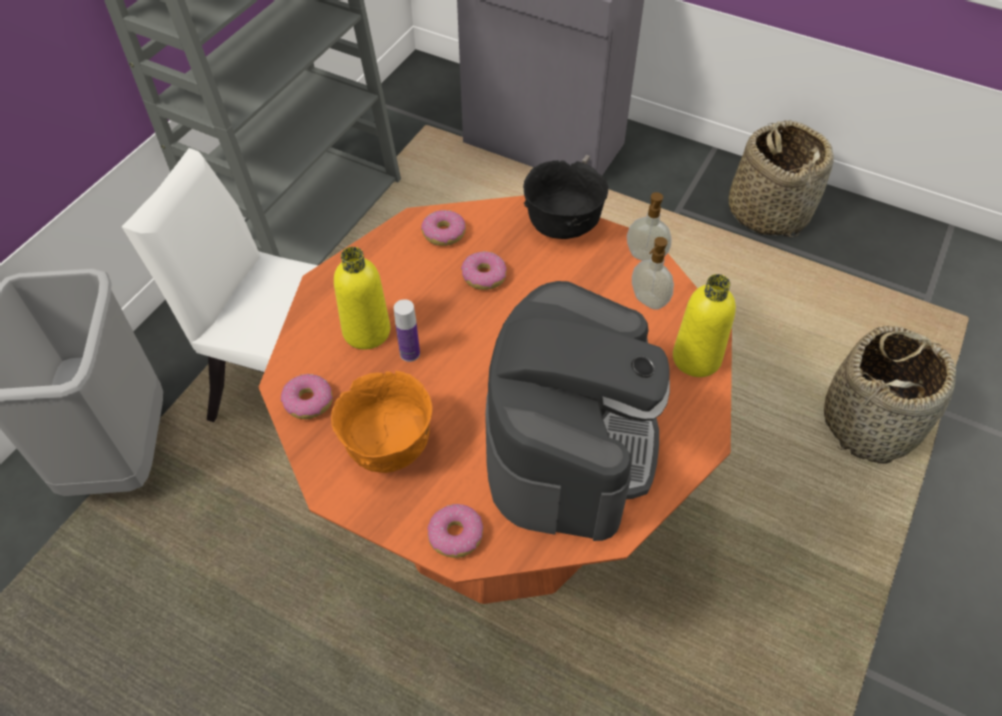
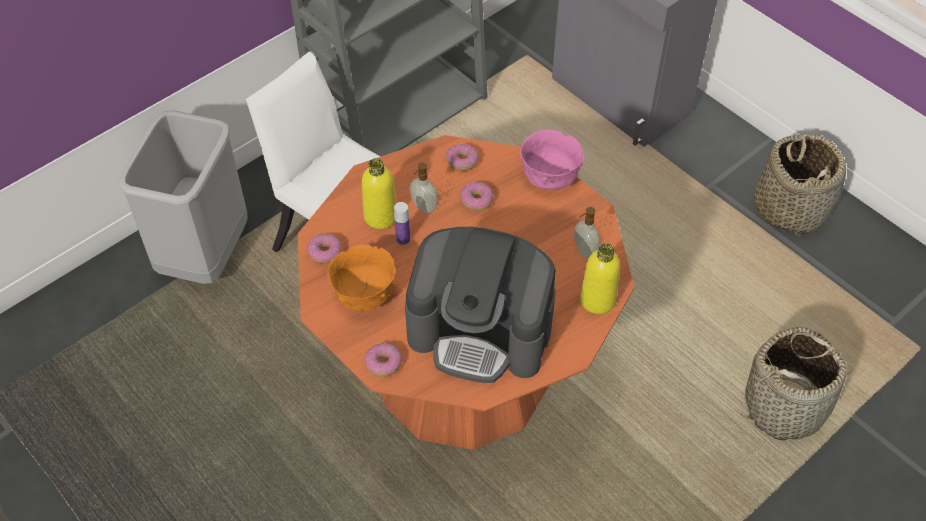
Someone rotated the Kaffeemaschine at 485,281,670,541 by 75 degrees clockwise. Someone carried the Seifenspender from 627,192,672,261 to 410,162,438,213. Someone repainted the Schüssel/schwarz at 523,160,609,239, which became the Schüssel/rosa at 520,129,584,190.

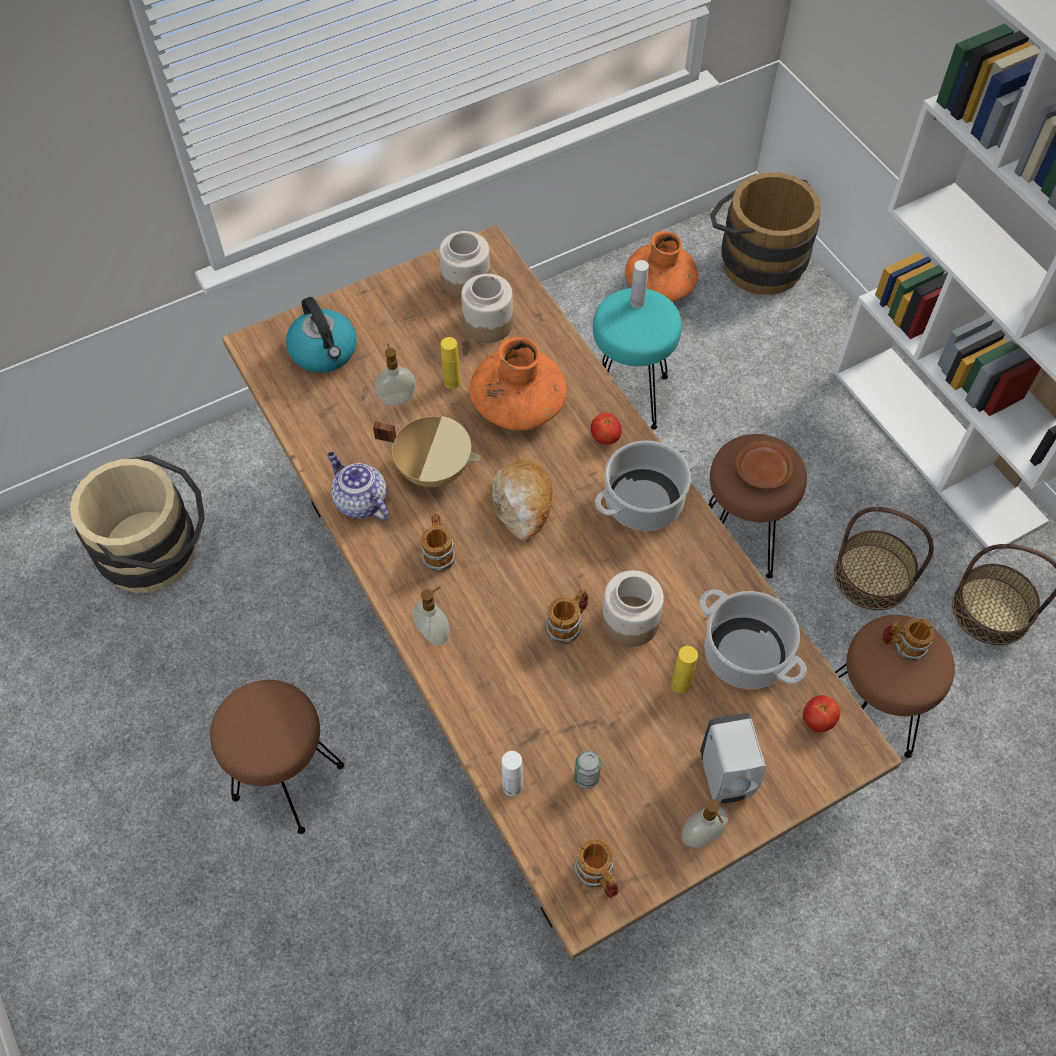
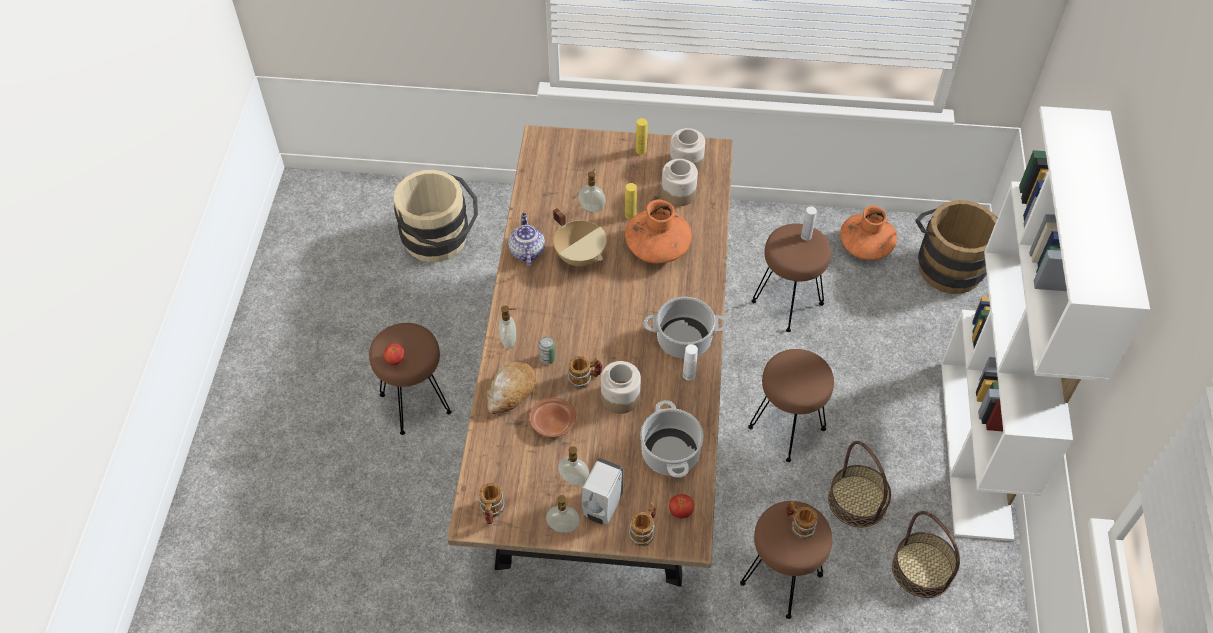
Someone carried the Tomate from 591,413,622,444 to 383,344,404,365. Someone carried the Brot from 492,460,553,541 to 487,362,536,414. Someone carried the Teller/braun from 736,441,793,489 to 529,398,576,437. Someone carried the Dose from 574,751,601,789 to 539,337,555,364. Someone put down the Seifenspender at 558,446,589,486. Someone carried the Henkelbecher from 421,511,456,573 to 628,503,656,547. Someone carried the Flasche/gelb from 671,646,698,694 to 636,118,647,154. Someone carried the Flasche/weiß from 502,751,523,796 to 683,344,698,380. Someone repainted the Hocker/türkis at 593,288,682,429, which became the Hocker/braun at 751,223,831,332. Someone took away the Wasserkessel at 286,297,357,373.

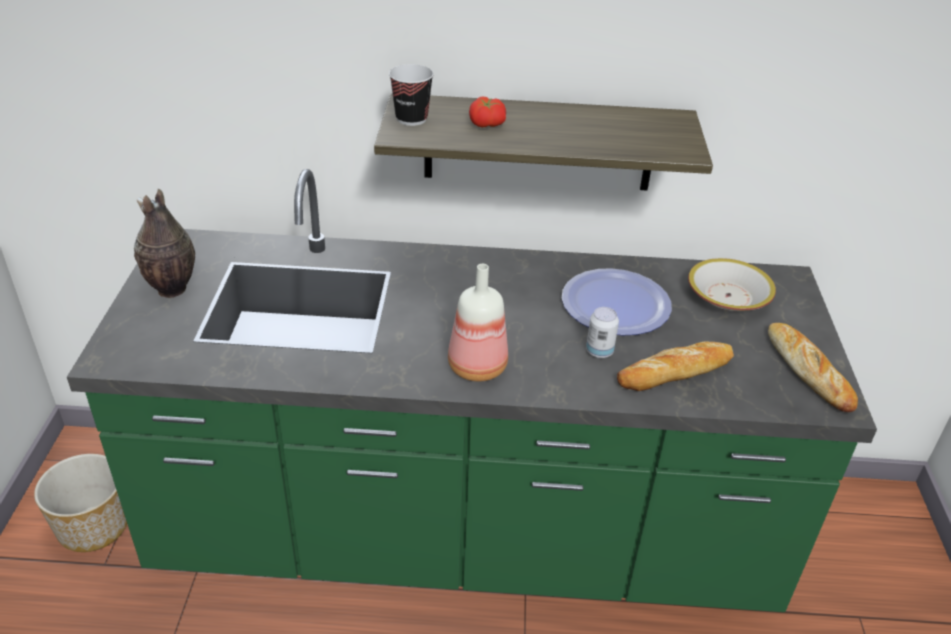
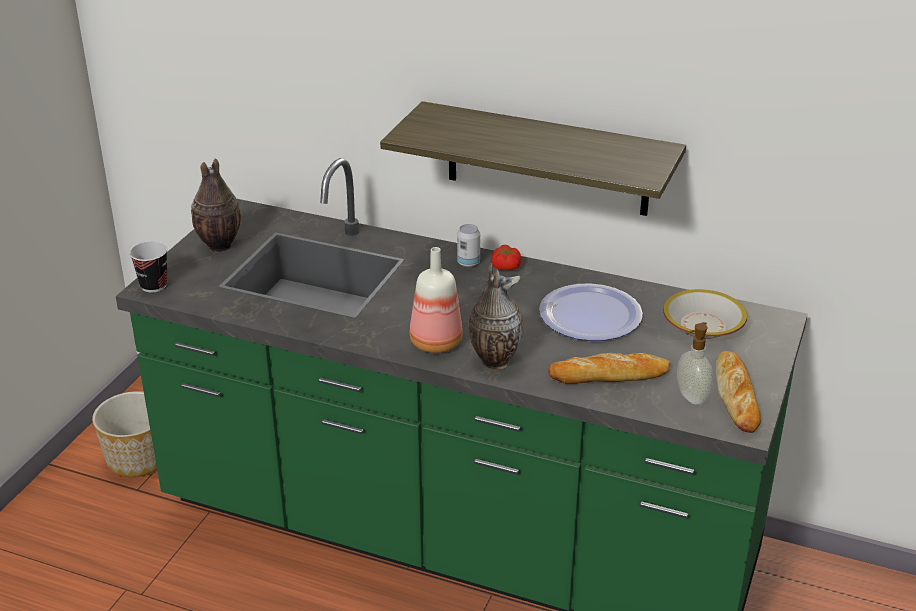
Someone carried the Tasse from 389,64,434,126 to 130,241,167,292. Someone carried the Dose from 586,307,619,358 to 457,224,480,267. Someone put down the Vase at 469,263,523,370. Someone carried the Tomate from 469,96,506,128 to 491,245,522,270. Someone put down the Seifenspender at 677,323,713,405.

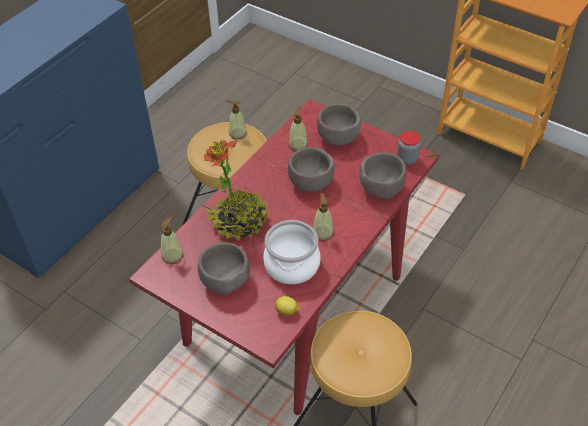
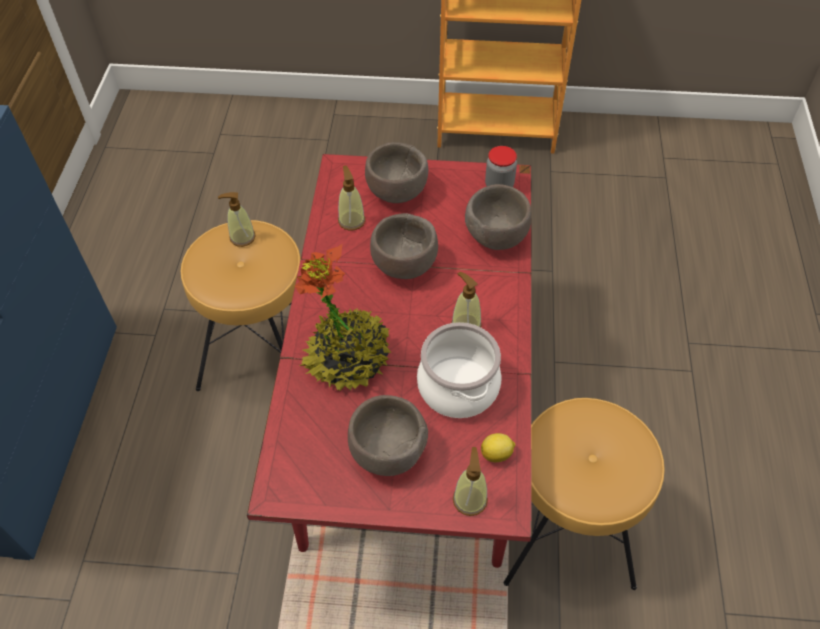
Someone carried the Seifenspender from 161,217,183,264 to 453,447,488,516.

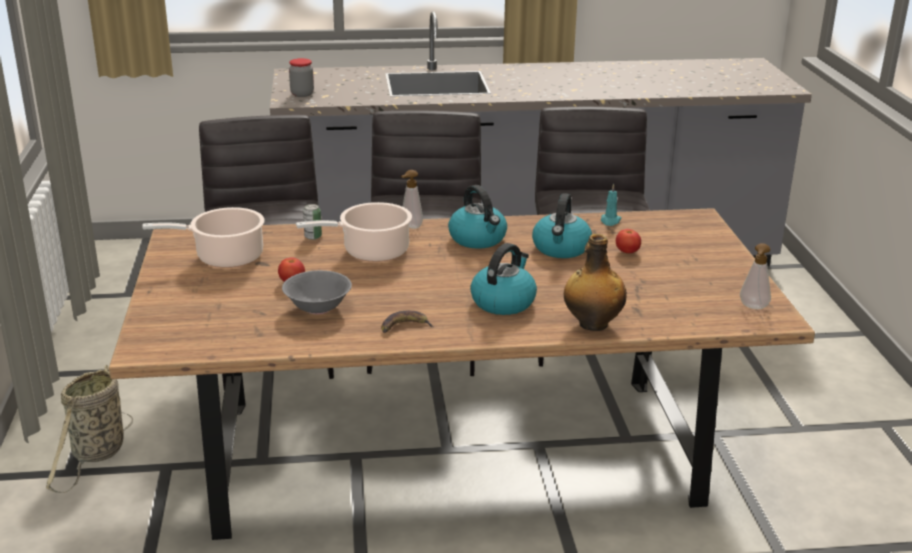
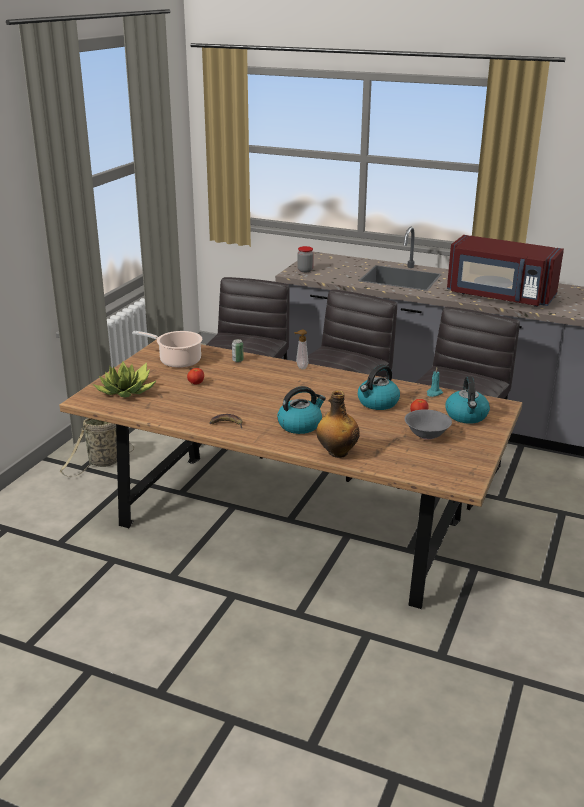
Someone put down the Topfpflanze at 93,362,157,398. Someone carried the Schüssel/grau from 282,270,352,314 to 405,409,452,440. Someone carried the Wasserkessel from 448,185,507,249 to 446,376,490,424. Someone put down the Mikrowelle/rot at 447,235,564,307. Someone took away the Kochtopf at 296,202,412,262. Someone took away the Seifenspender at 740,243,771,309.

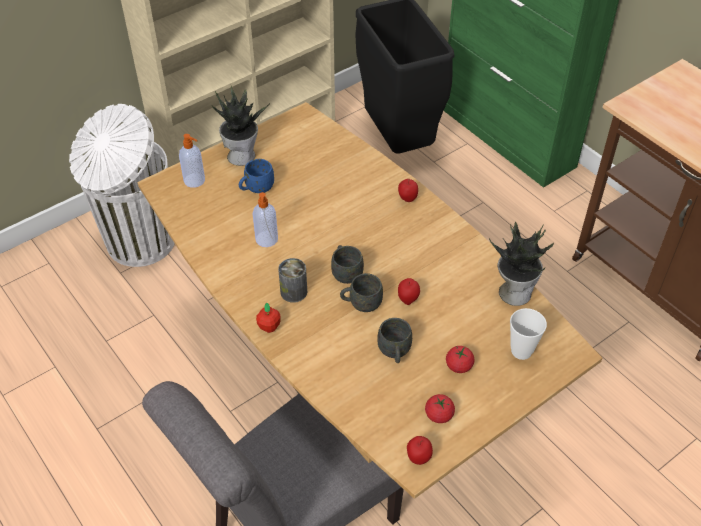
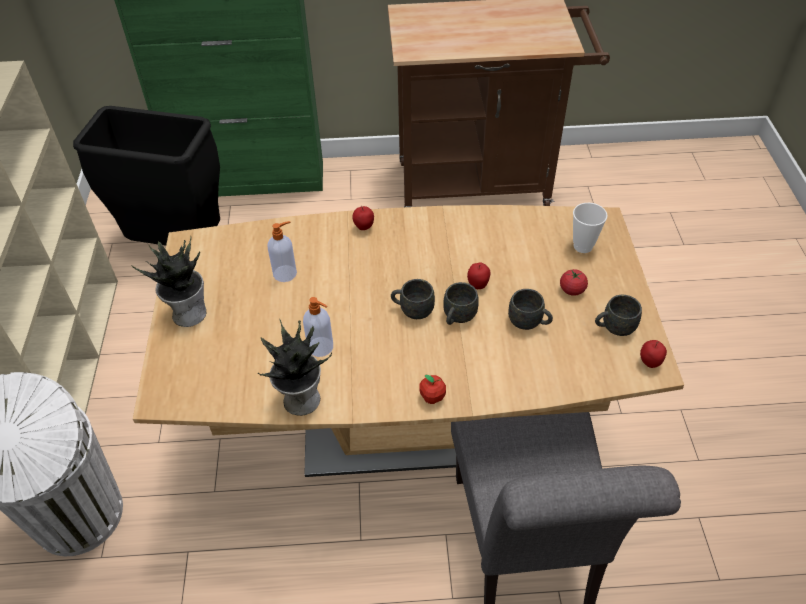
Someone carried the Topfpflanze from 489,222,554,306 to 257,318,332,416. Someone carried the Seifenspender from 179,134,205,188 to 267,221,297,282. Someone swapped the Tomate at 425,394,455,423 for the Henkelbecher/grau at 595,295,642,336. Someone took away the Henkelbecher/blau at 239,159,274,193. Someone took away the Dose at 278,258,307,303.

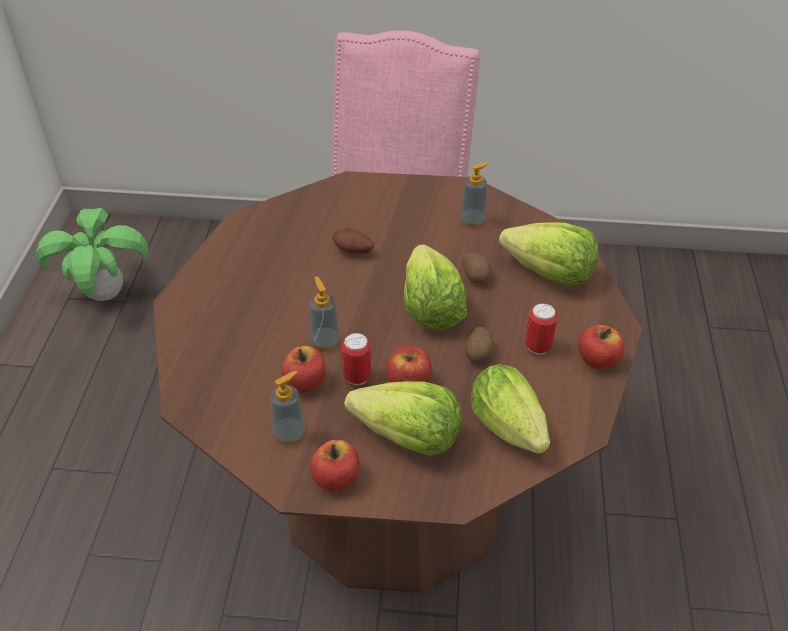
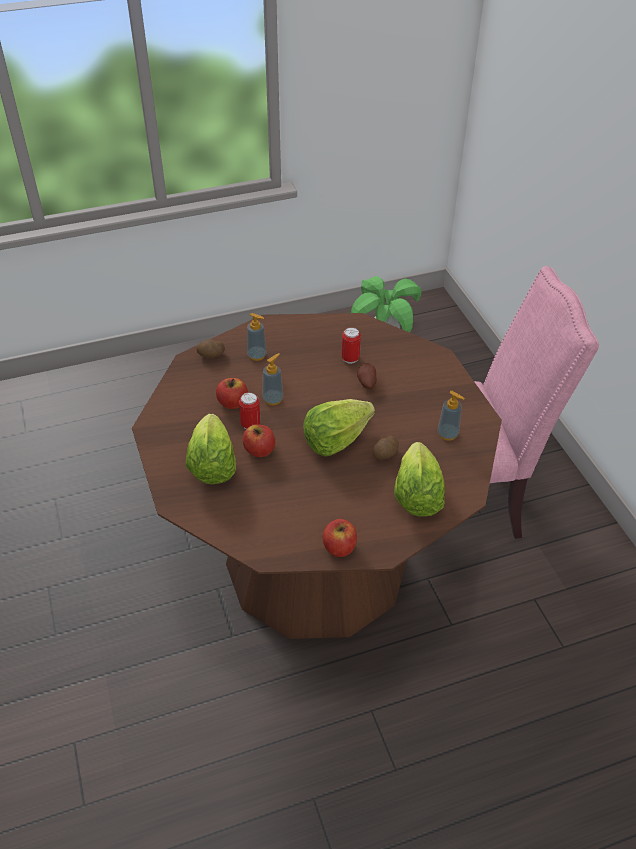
Someone carried the Kartoffel from 465,327,495,363 to 196,339,225,358. Someone carried the Seifenspender from 271,371,305,444 to 247,313,267,361. Someone carried the Dose from 525,303,558,355 to 341,327,361,364. Someone took away the Apfel at 310,439,359,491. Someone took away the Salatkopf at 471,364,550,454.

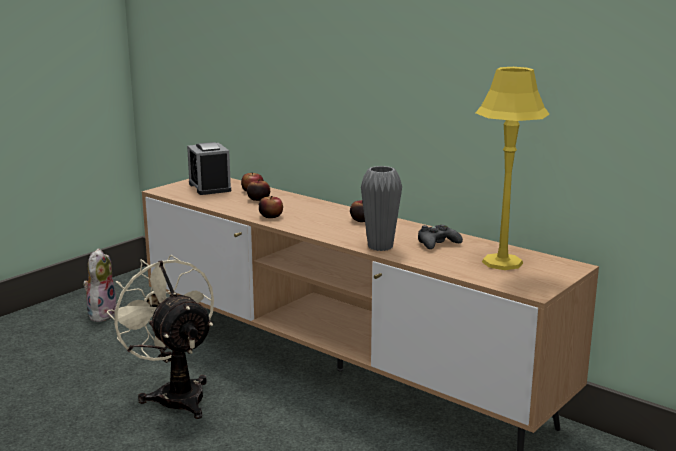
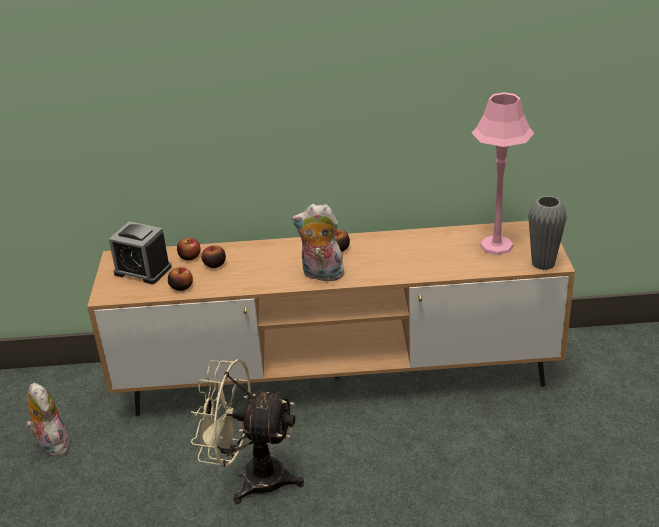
Someone carried the Apfel from 259,196,283,218 to 168,267,193,291. Someone put down the Plüschtier at 292,204,344,281. Someone repainted the Tischlampe/gelb at 475,67,549,270, which became the Tischlampe/rosa at 472,92,534,255. Someone carried the Vase/grau from 361,166,402,251 to 528,196,567,270. Someone took away the Gamepad/schwarz at 418,225,463,249.

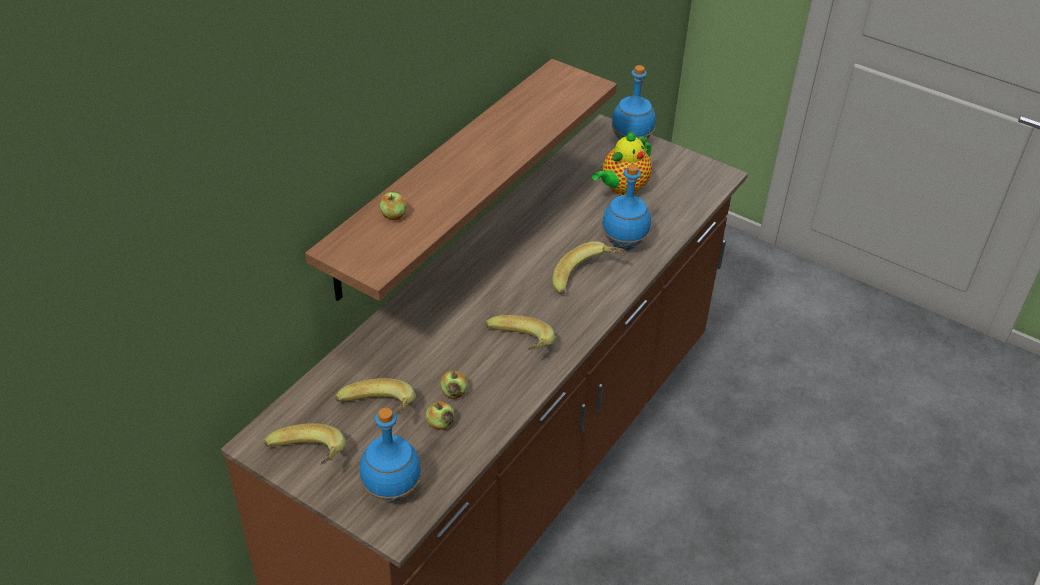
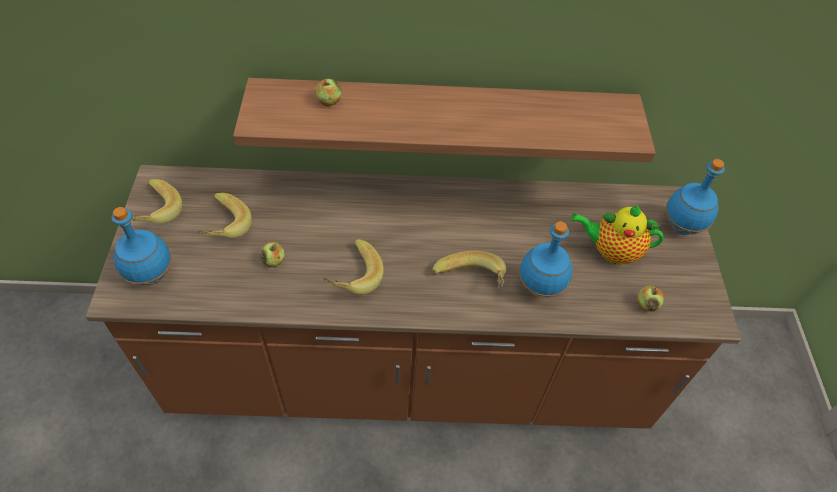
Someone carried the Apfel from 426,402,454,430 to 637,286,664,312.

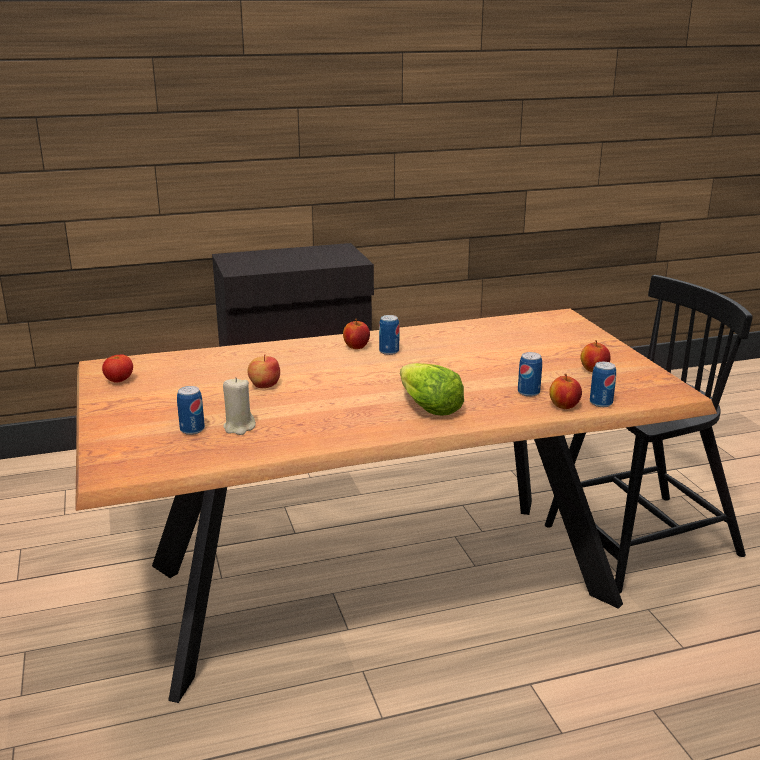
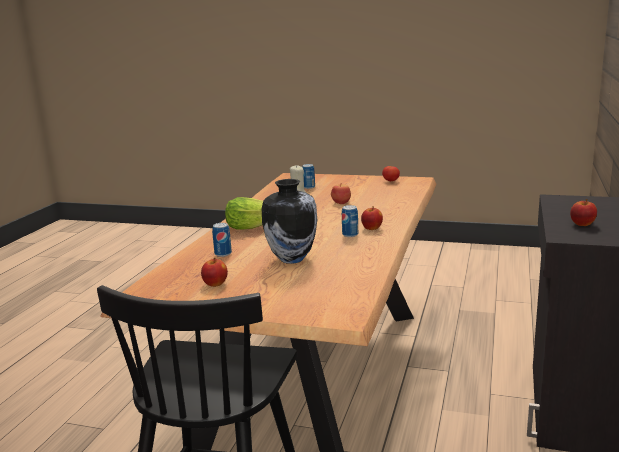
Someone put down the Vase at 262,179,317,264. Someone carried the Apfel from 549,374,582,409 to 570,199,597,226. Someone took away the Dose at 590,362,616,407.

